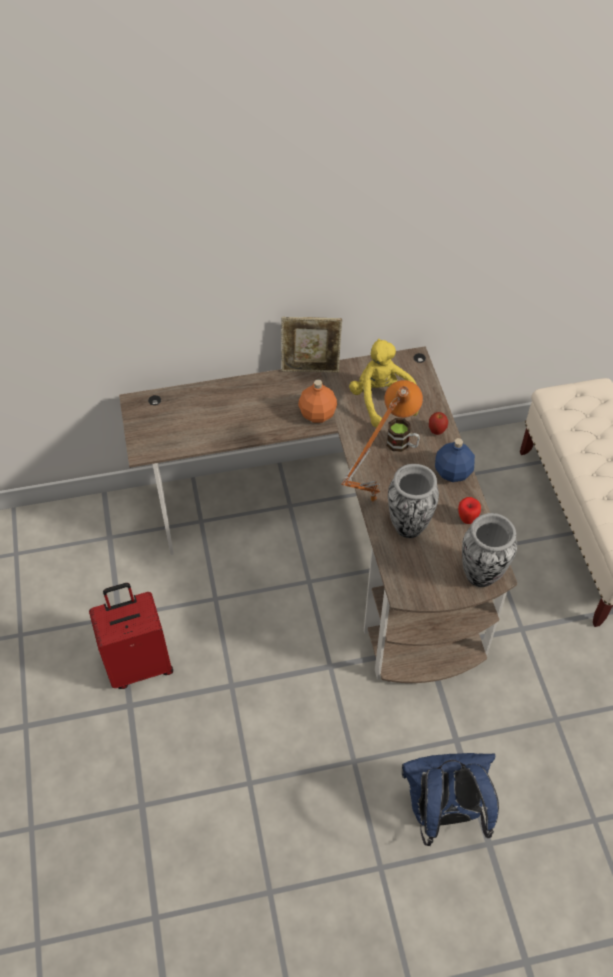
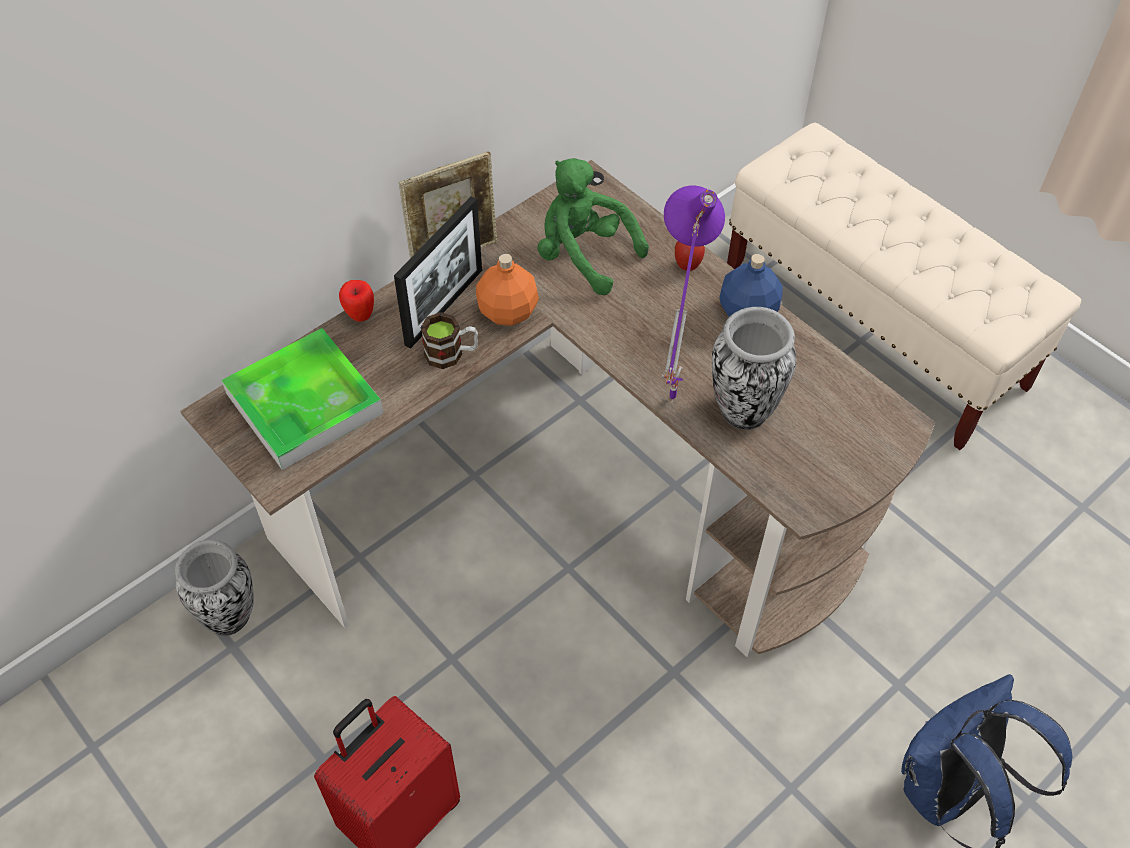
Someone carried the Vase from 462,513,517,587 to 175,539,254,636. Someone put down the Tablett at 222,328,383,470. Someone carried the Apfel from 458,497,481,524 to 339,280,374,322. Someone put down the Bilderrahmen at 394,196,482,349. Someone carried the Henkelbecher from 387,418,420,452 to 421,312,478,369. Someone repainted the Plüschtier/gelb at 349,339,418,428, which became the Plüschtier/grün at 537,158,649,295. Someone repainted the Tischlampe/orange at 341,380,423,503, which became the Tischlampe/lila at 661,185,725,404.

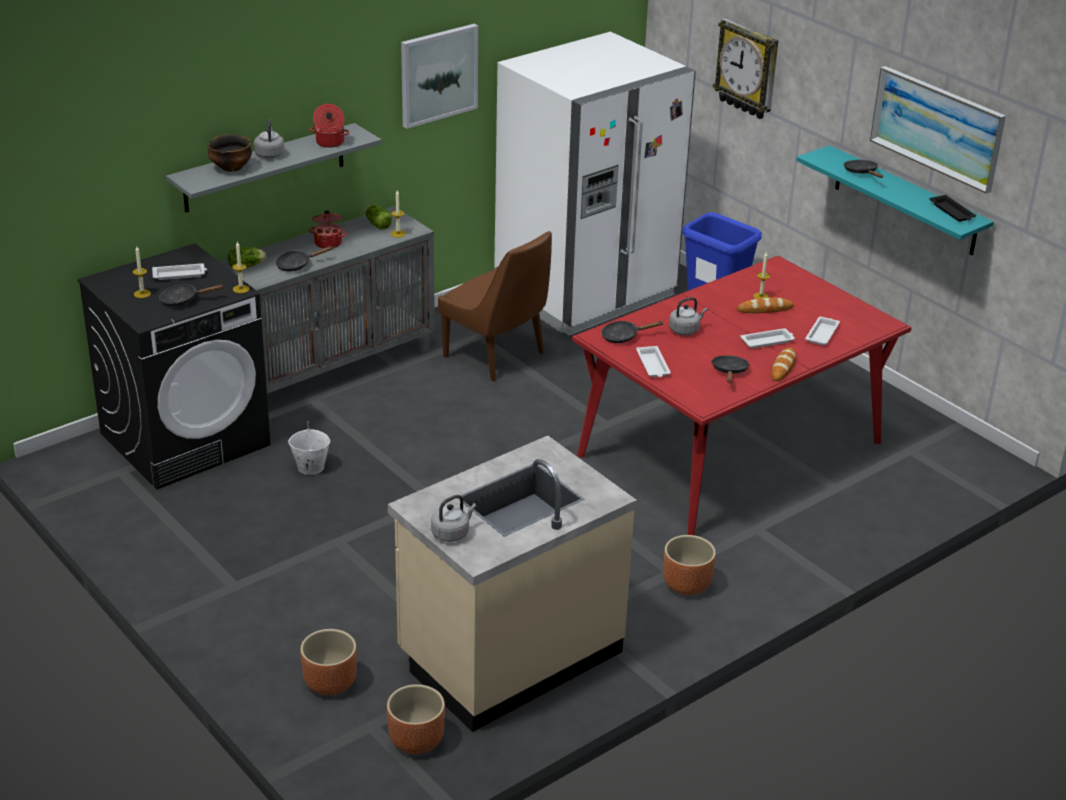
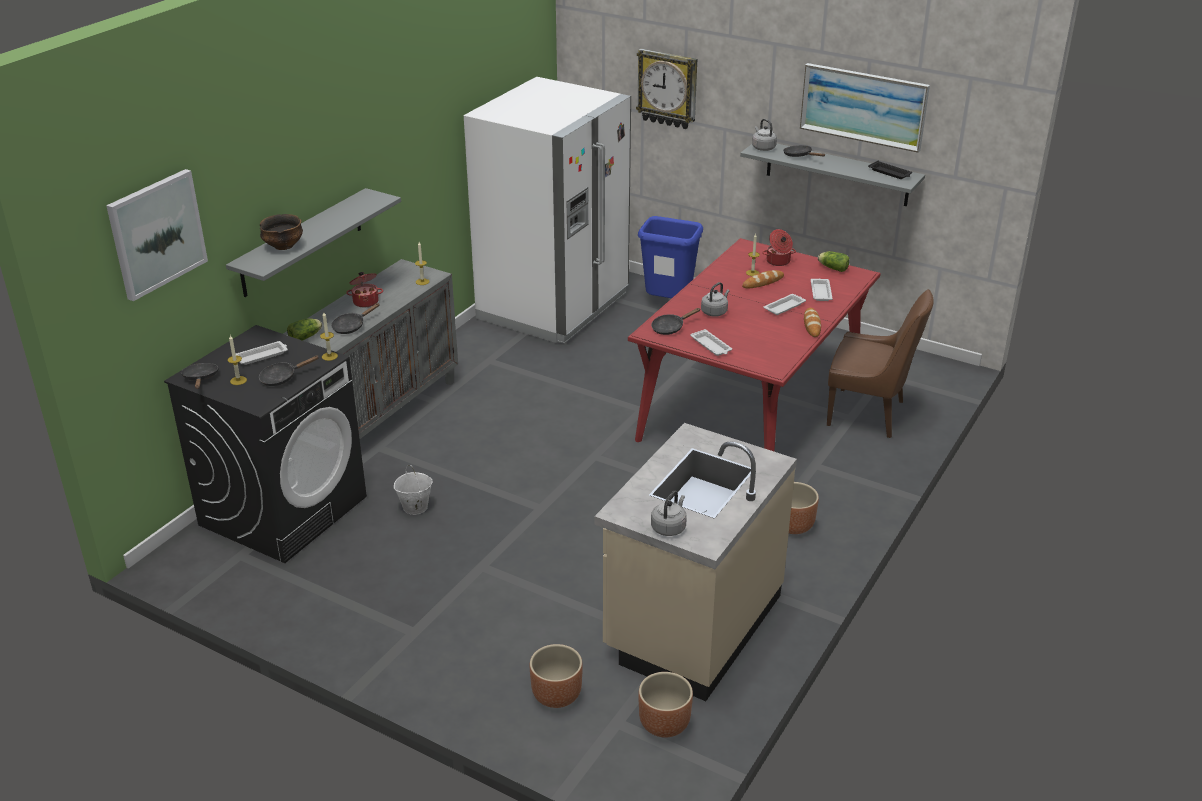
Someone carried the Bild from 401,24,478,129 to 106,169,208,301. Someone carried the Pfanne/schwarz from 711,355,750,383 to 181,363,219,389. Someone repainted the Wandregal/türkis at 796,145,994,255, which became the Wandregal/grau at 740,144,925,206. Someone carried the Wasserkessel/grau from 254,119,285,159 to 752,119,777,151. Someone carried the Kochtopf from 310,104,349,148 to 762,229,796,266. Someone carried the Salatkopf from 365,205,392,230 to 818,251,849,272. Someone carried the Stuhl/braun from 438,231,552,382 to 827,289,934,438.

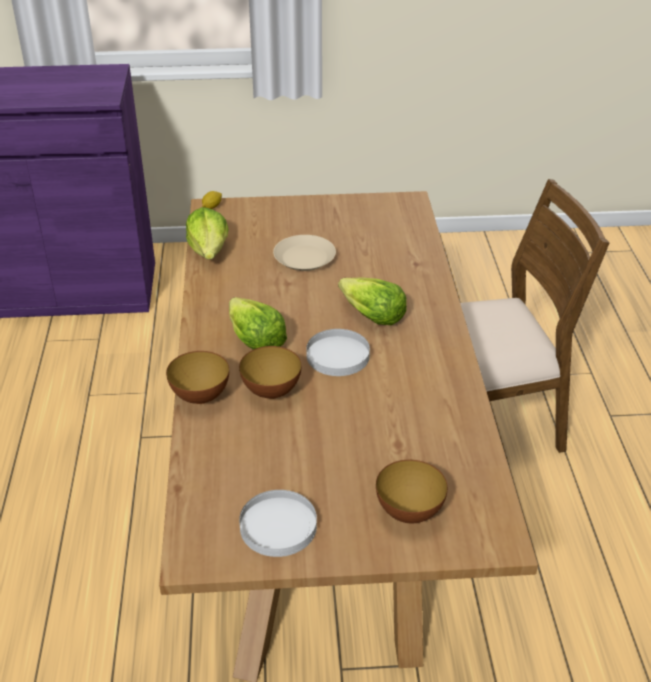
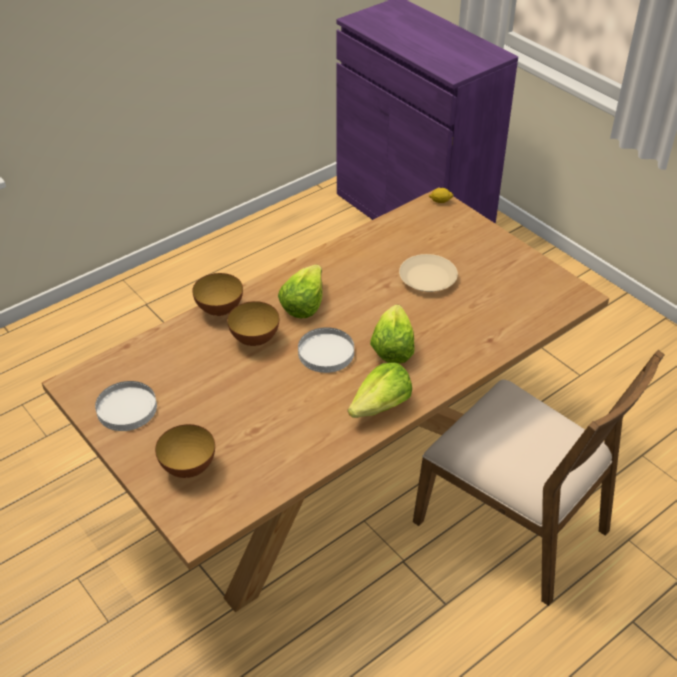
Someone carried the Salatkopf from 186,207,229,260 to 348,362,412,418.

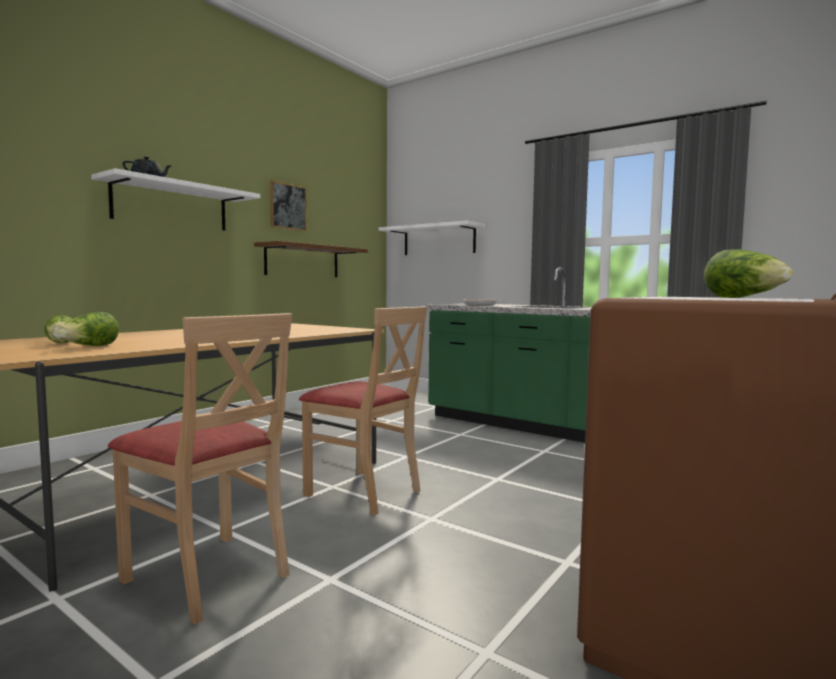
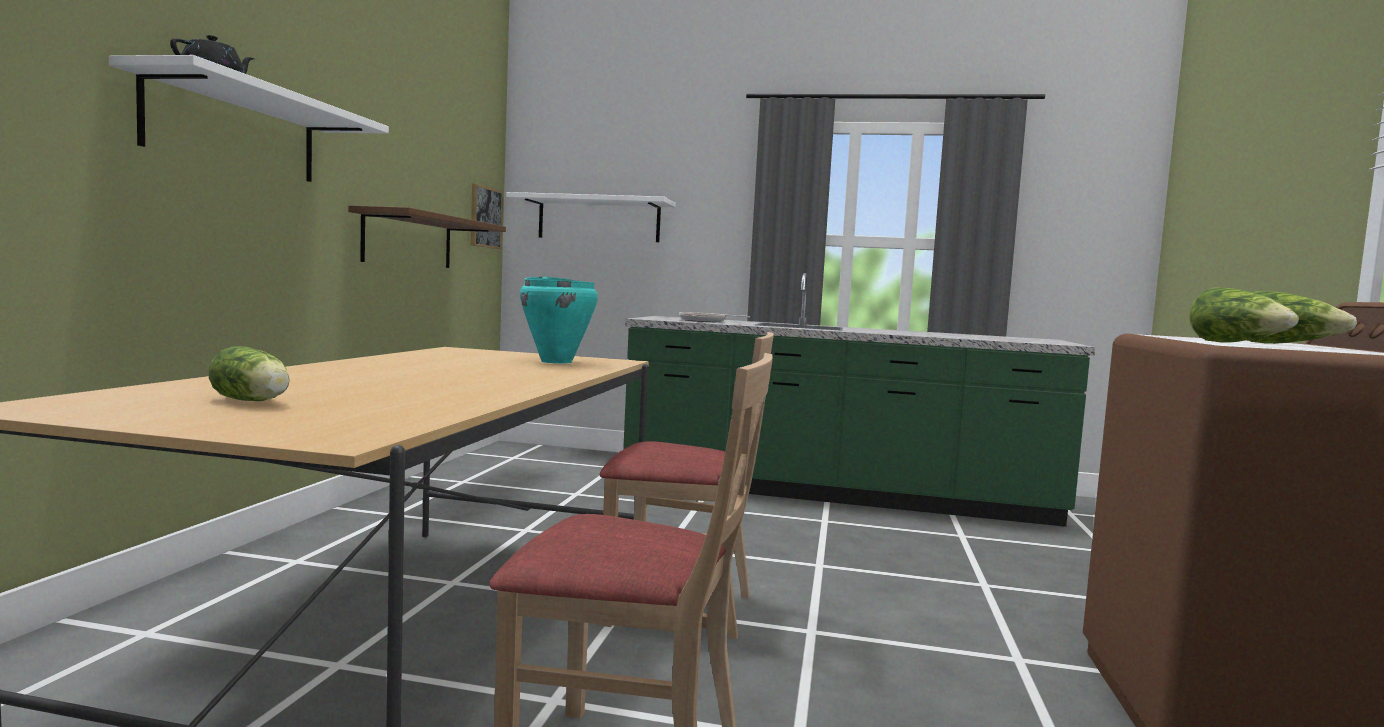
Someone carried the Bild from 270,180,307,231 to 471,184,503,249. Someone put down the Kochtopf/türkis at 520,276,598,364. Someone carried the Salatkopf from 57,312,119,346 to 1189,287,1299,343.

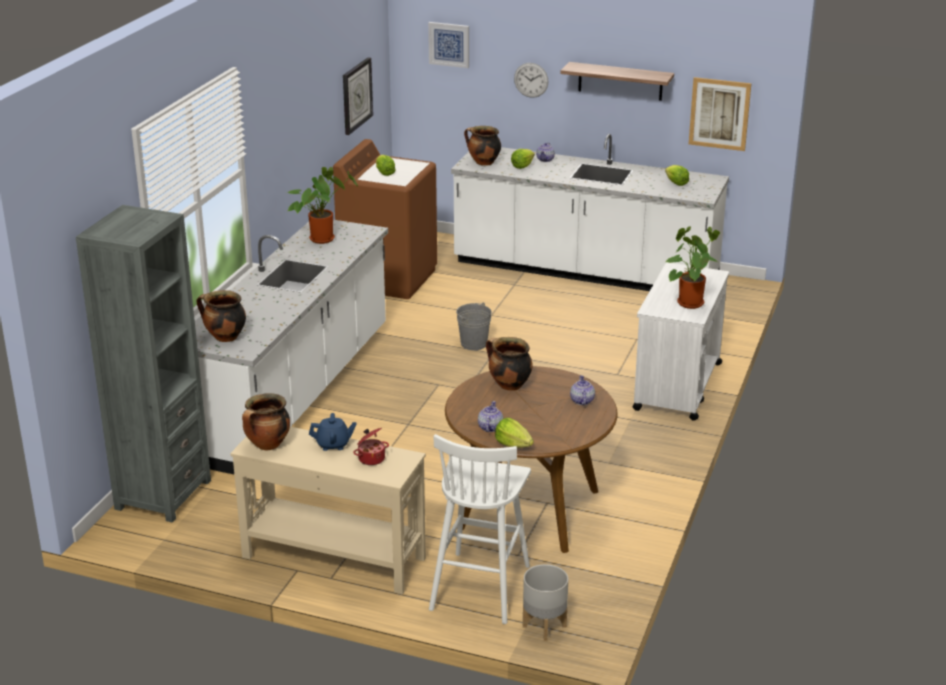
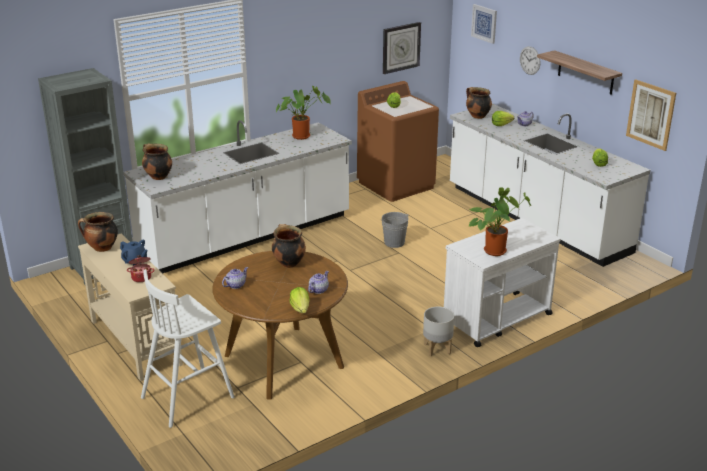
Someone carried the Salatkopf from 495,418,534,448 to 290,287,310,313. Someone carried the Pflanzkübel/grau from 523,564,568,641 to 423,307,454,357.

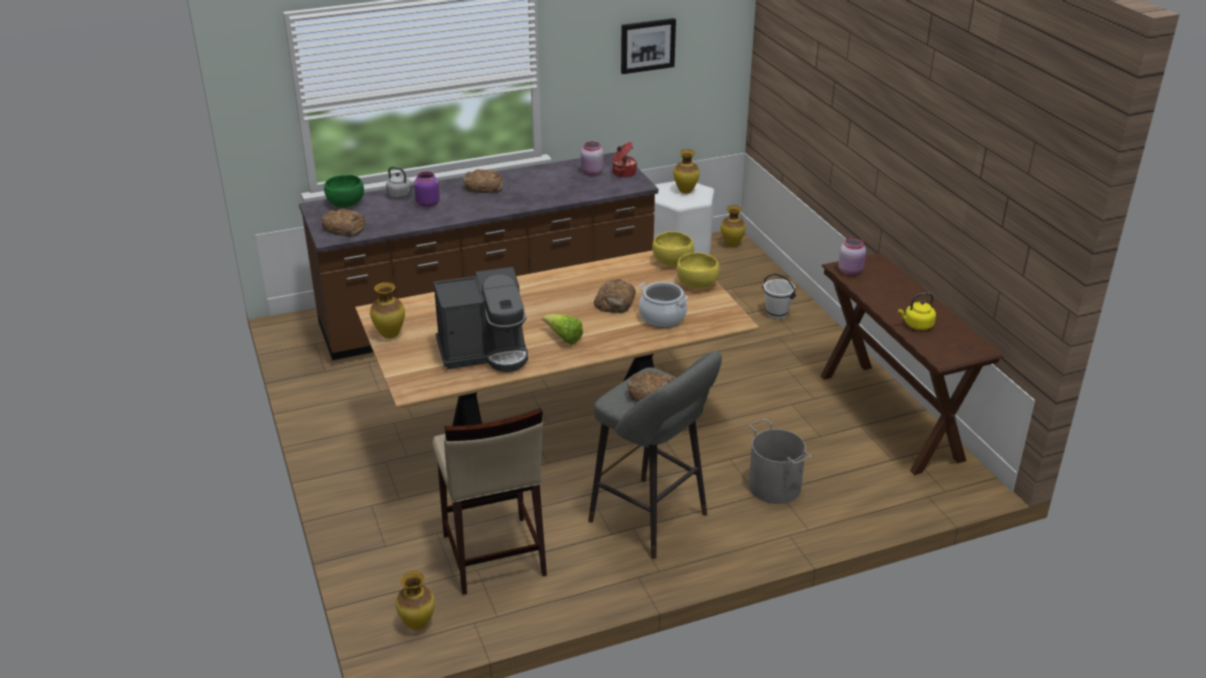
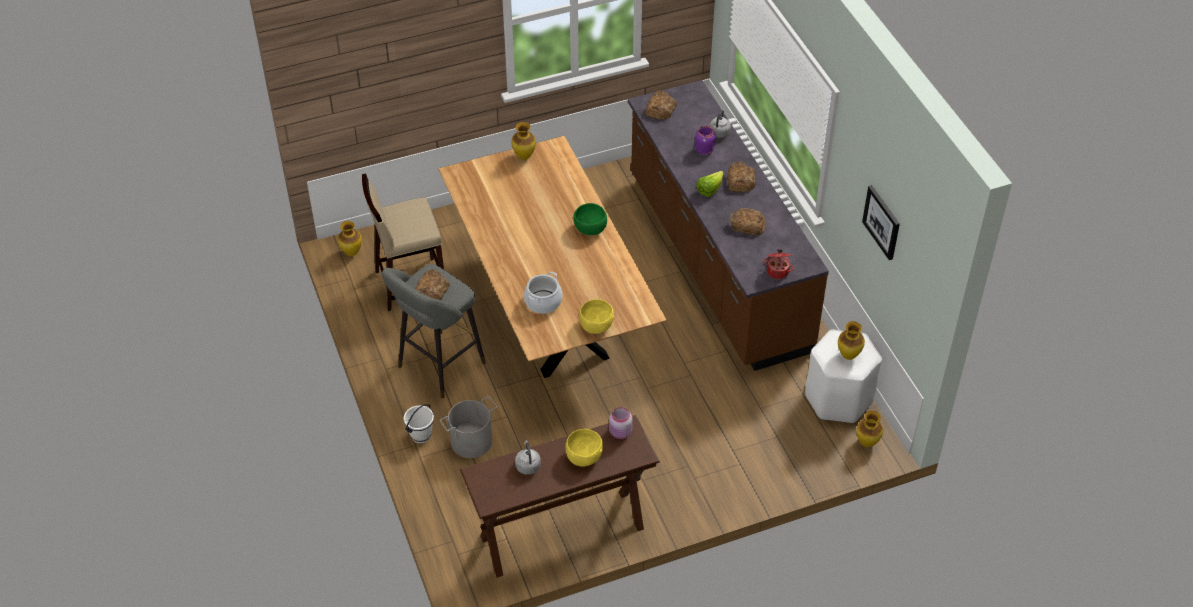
Someone carried the Eimer/weiß from 762,274,796,319 to 404,404,434,443. Someone repainted the Wasserkessel/gelb at 898,293,936,330, which became the Wasserkessel/grau at 515,440,541,475. Someone carried the Schüssel/gelb from 652,231,694,266 to 566,429,603,467. Someone carried the Schüssel/grün from 324,175,364,208 to 573,203,607,235. Someone carried the Salatkopf from 542,314,583,345 to 696,171,724,197. Someone carried the Brot from 594,279,636,313 to 729,208,765,236. Someone took away the Kaffeemaschine at 434,267,528,372. Someone took away the Vorratsglas/rosa at 581,142,604,176.

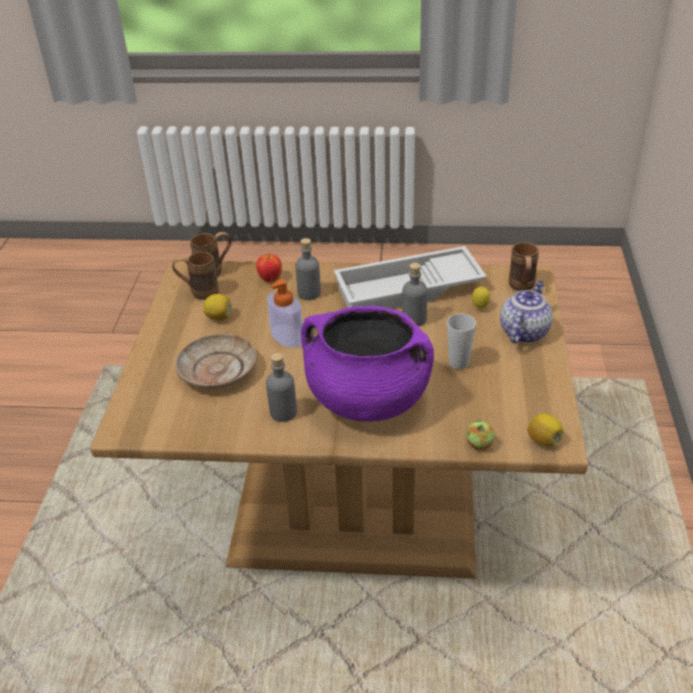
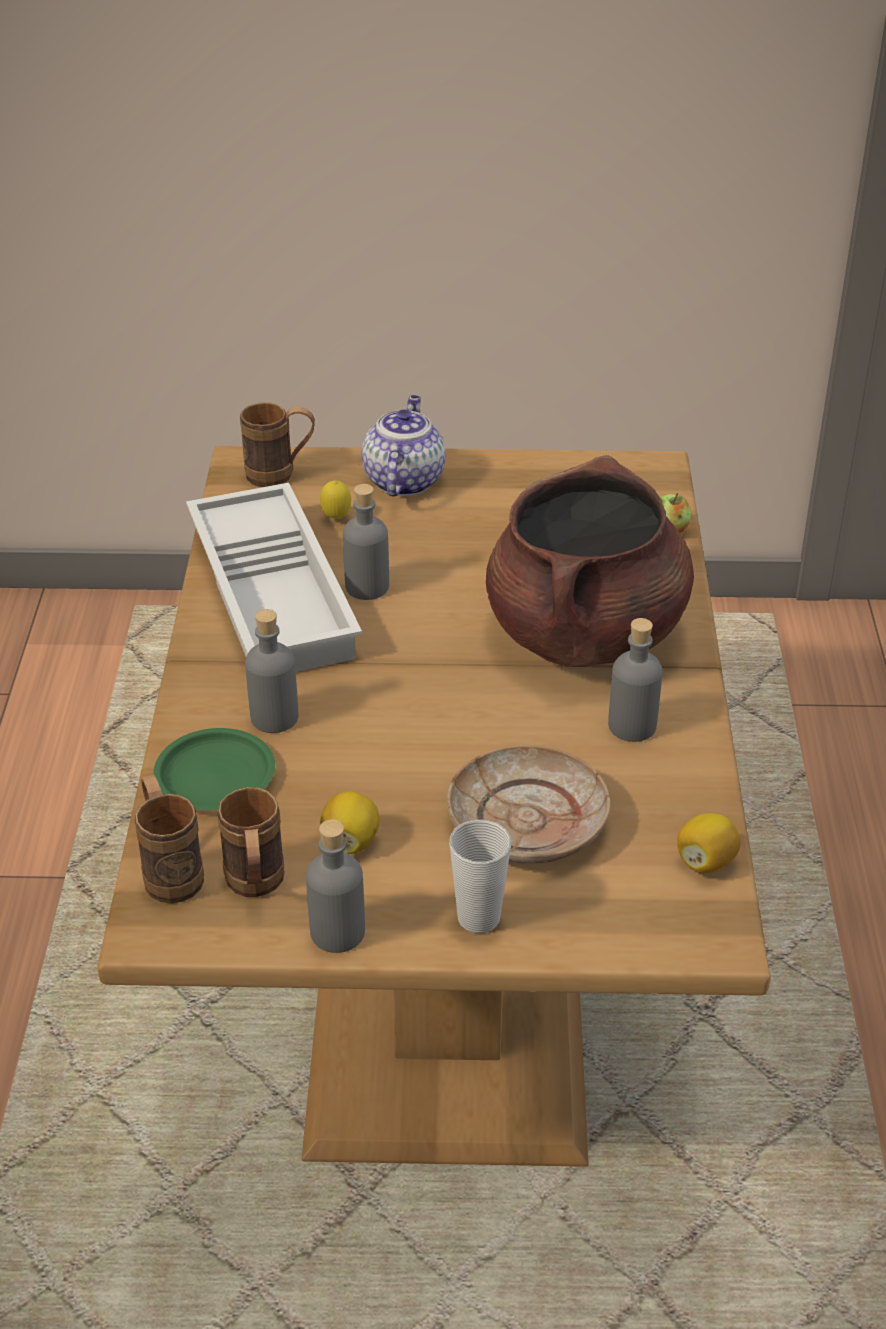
Someone swapped the Apfel at 256,253,282,282 for the Teller/grün at 153,728,275,810. Someone put down the Flasche/grau at 306,819,365,953. Someone rotated the Teekanne at 500,281,553,343 by 75 degrees clockwise. Someone carried the Tasse from 447,313,476,369 to 450,819,511,933. Someone repainted the Kochtopf/lila at 301,306,434,422, which became the Kochtopf/braun at 486,455,694,667. Someone carried the Zitrone from 527,413,564,447 to 677,813,741,873. Someone took away the Seifenspender at 267,279,303,348.

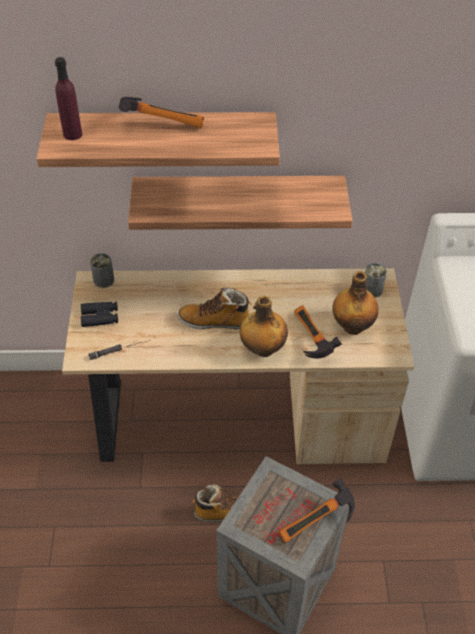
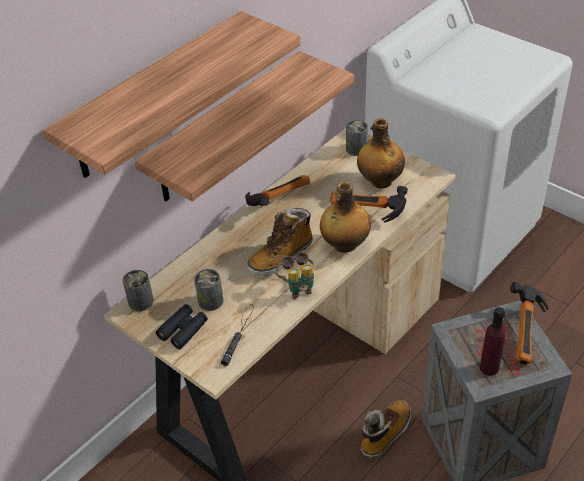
Someone put down the Dose at 194,269,223,311. Someone carried the Hammer from 119,97,204,128 to 245,175,310,206. Someone put down the Fernglas at 276,252,314,299. Someone carried the Flasche/lila from 55,57,82,140 to 480,307,506,376.

